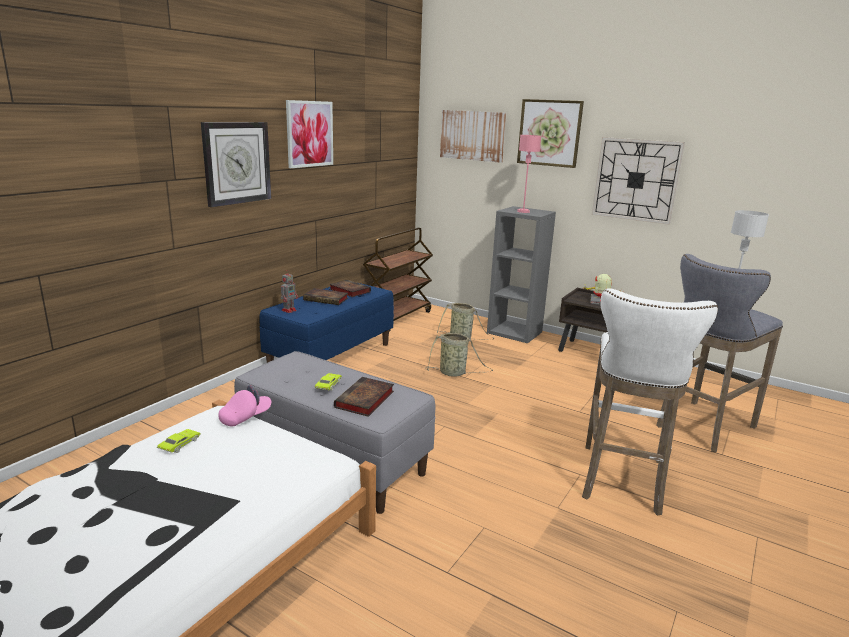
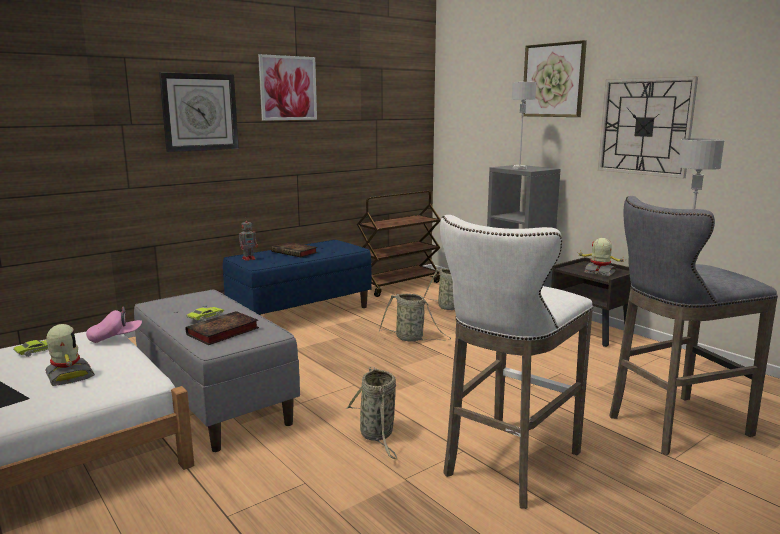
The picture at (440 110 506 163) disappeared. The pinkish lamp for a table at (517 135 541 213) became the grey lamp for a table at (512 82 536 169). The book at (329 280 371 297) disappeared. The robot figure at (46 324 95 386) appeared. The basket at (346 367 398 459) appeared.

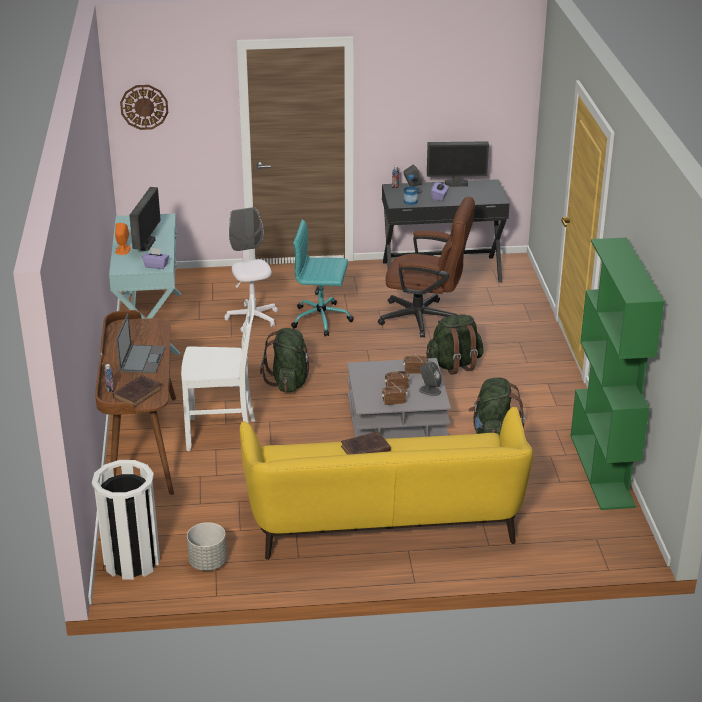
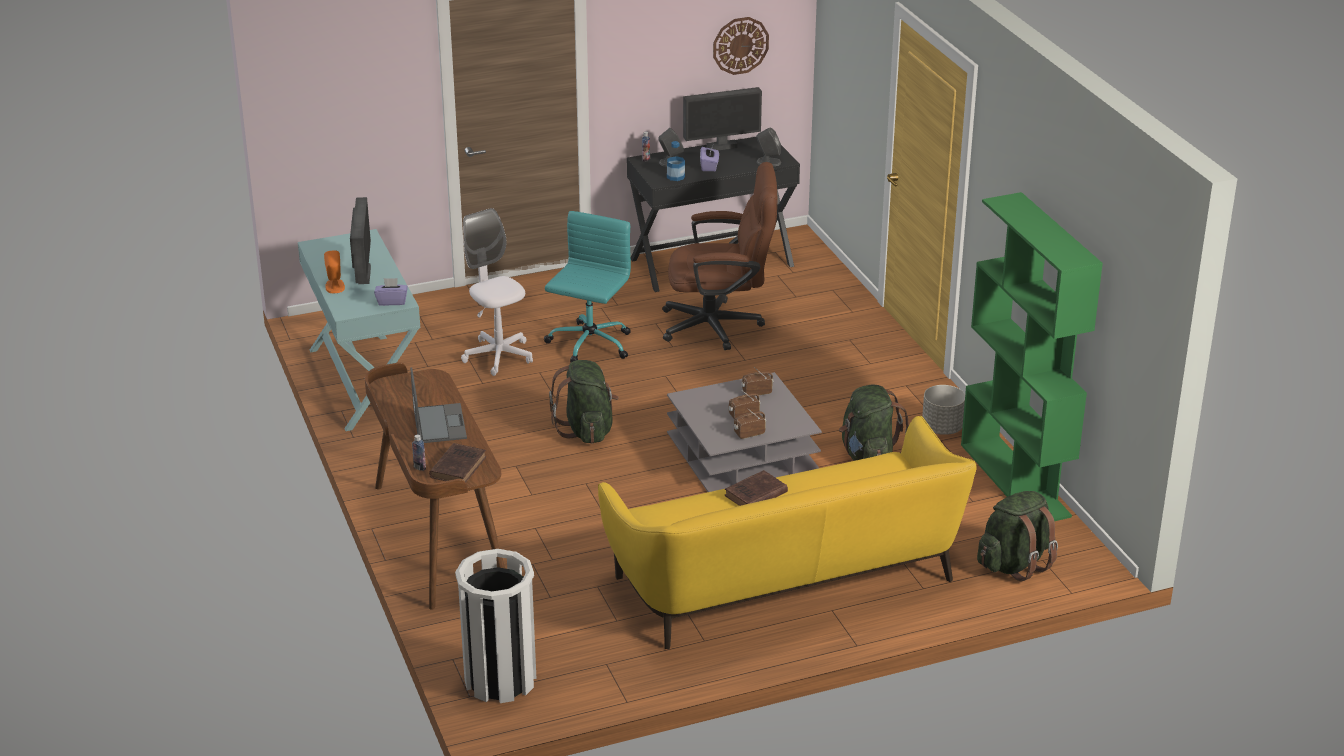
The wall clock moved from (120 85 168 130) to (713 17 769 75). The turquoise-coloured desk chair at (291 220 354 336) turned 120 degrees clockwise. The whitish chair at (181 294 255 451) disappeared. The green-coloured backpack moved from (426 315 484 375) to (977 491 1058 581). The grey audio speaker moved from (419 362 442 396) to (756 127 781 166). The grey plant pot moved from (187 522 227 571) to (922 385 965 435).

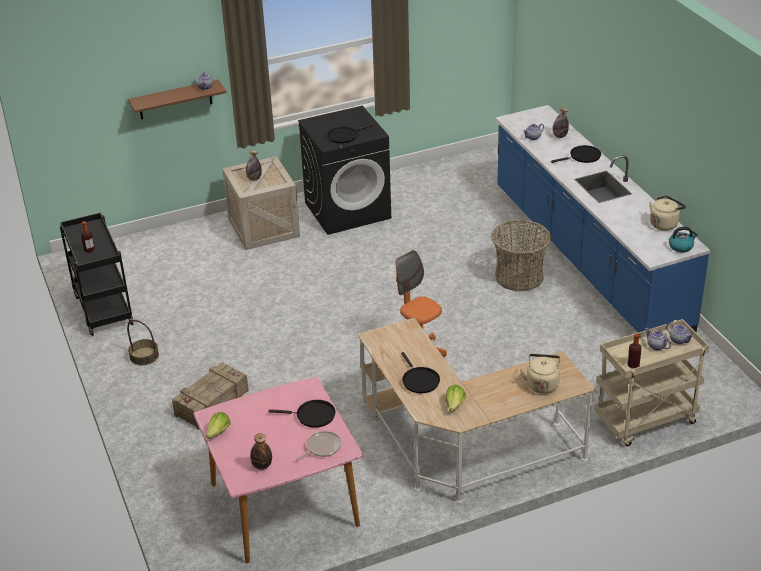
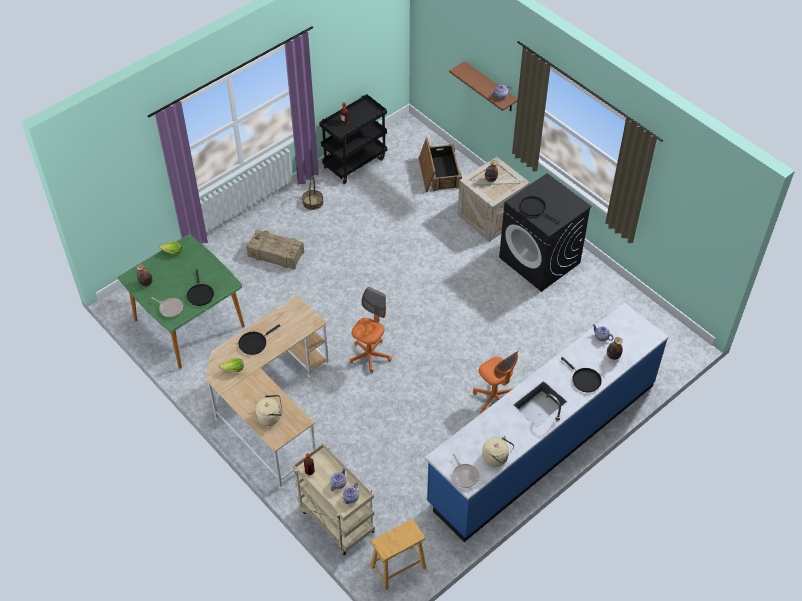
The basket at (491 220 551 291) was replaced by the orange desk chair at (473 351 519 413). The water kettle at (669 227 698 253) was replaced by the skillet at (452 454 479 488). The pinkish dining table at (193 377 363 564) became the green-coloured dining table at (117 234 245 369). The packing crate at (418 138 462 193) appeared. The brownish sitting stool at (371 519 426 590) appeared.

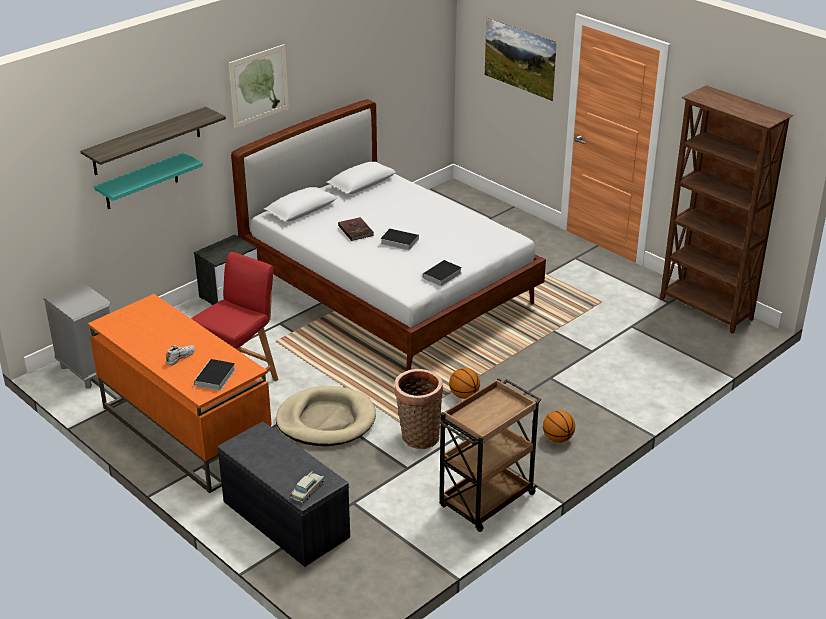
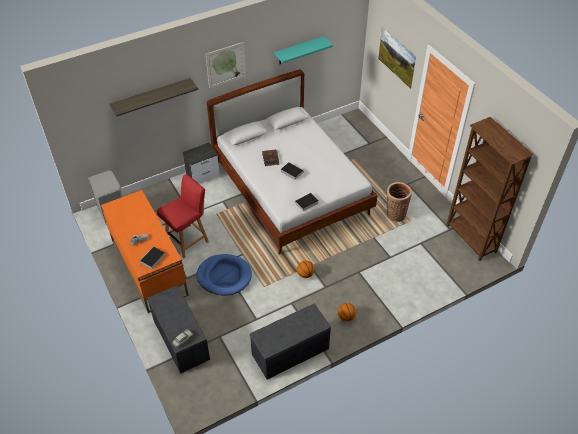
The turquoise-coloured wall shelf moved from (94 152 203 209) to (274 36 333 64). The basket moved from (395 369 443 449) to (387 182 412 222). The brownish wheeled cart at (438 378 541 532) was replaced by the grey bench at (250 304 331 380). The beige dog cushion at (276 386 376 446) became the blue-coloured dog cushion at (196 254 252 295).

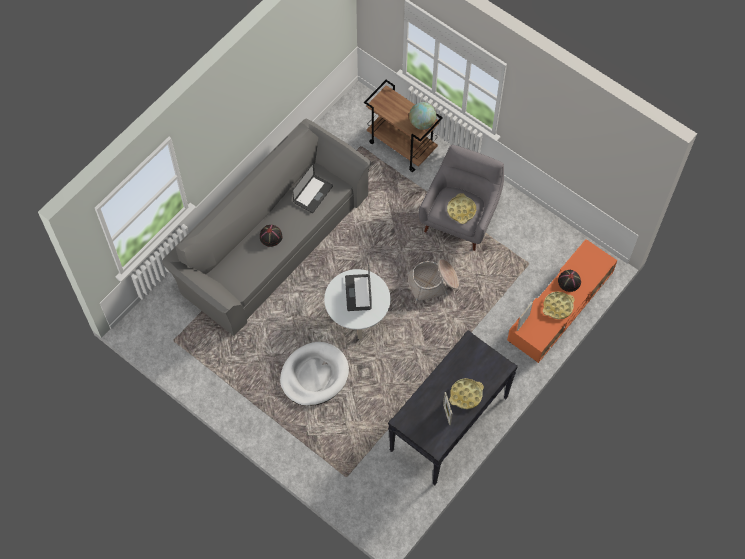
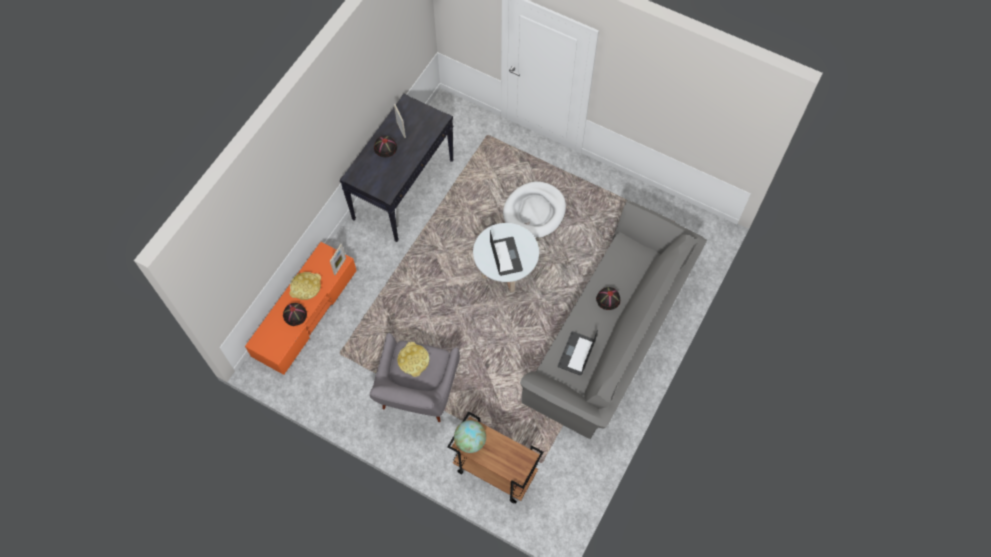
The basket at (406 259 459 304) disappeared. The yellow serving tray at (449 378 484 409) was replaced by the black-coloured clothing hat at (374 136 397 157).

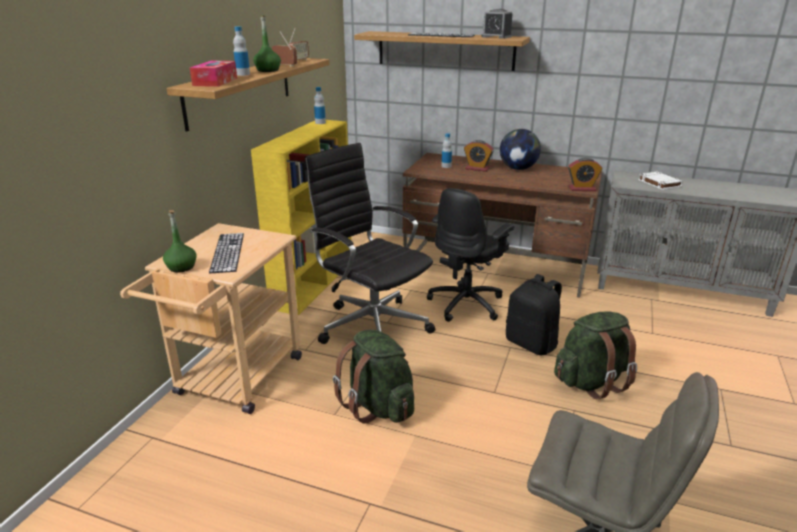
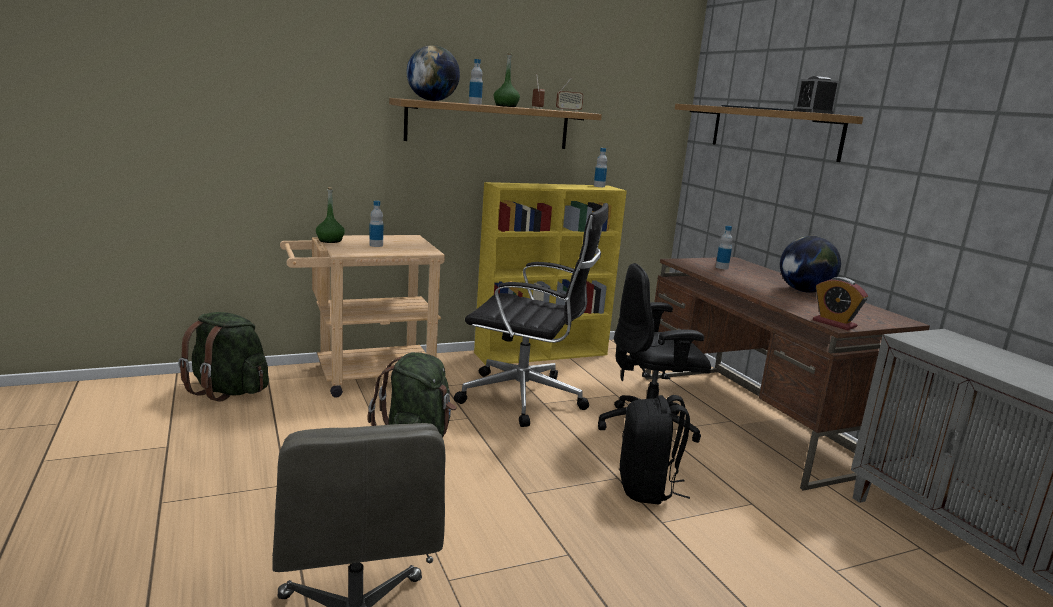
The box of tissues at (190 61 237 87) was replaced by the globe at (407 45 460 101). The table clock at (464 140 494 172) disappeared. The black-coloured desk chair at (305 143 435 344) turned 105 degrees clockwise. The whitish book at (638 171 683 190) disappeared. The computer keyboard at (209 233 244 273) was replaced by the beverage bottle at (369 201 383 247). The green-coloured backpack moved from (554 311 637 399) to (178 312 269 402).

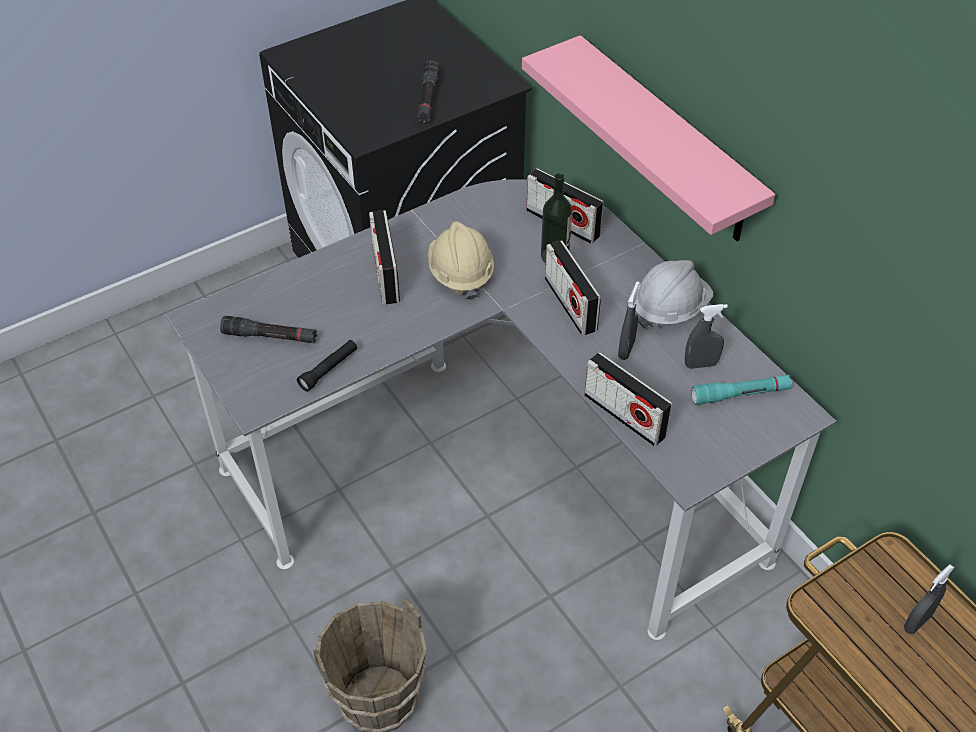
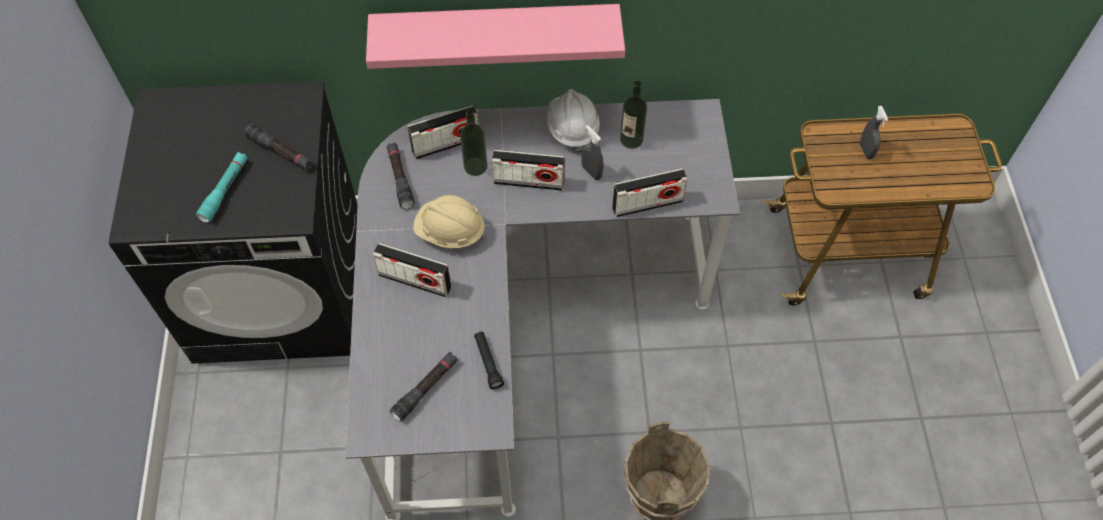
The grey hand sprayer at (685 304 728 369) was replaced by the beverage bottle at (620 81 647 149). The turquoise-coloured flashlight moved from (691 375 792 405) to (196 152 248 223). The black-coloured flashlight at (387 143 415 209) appeared.

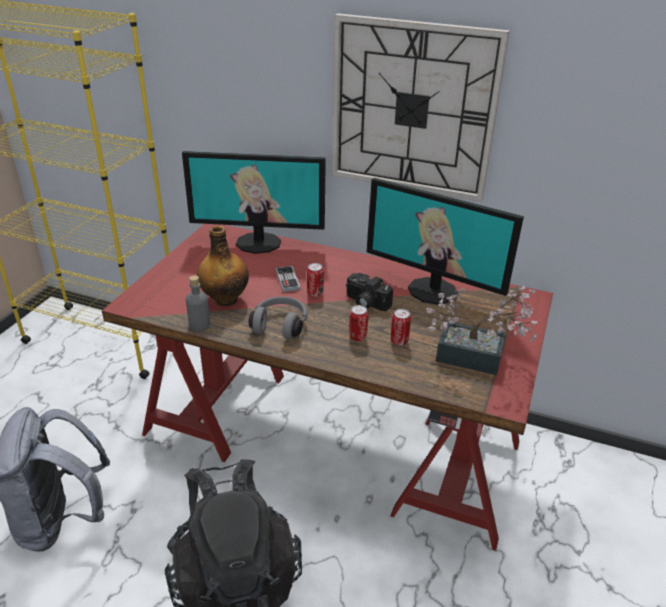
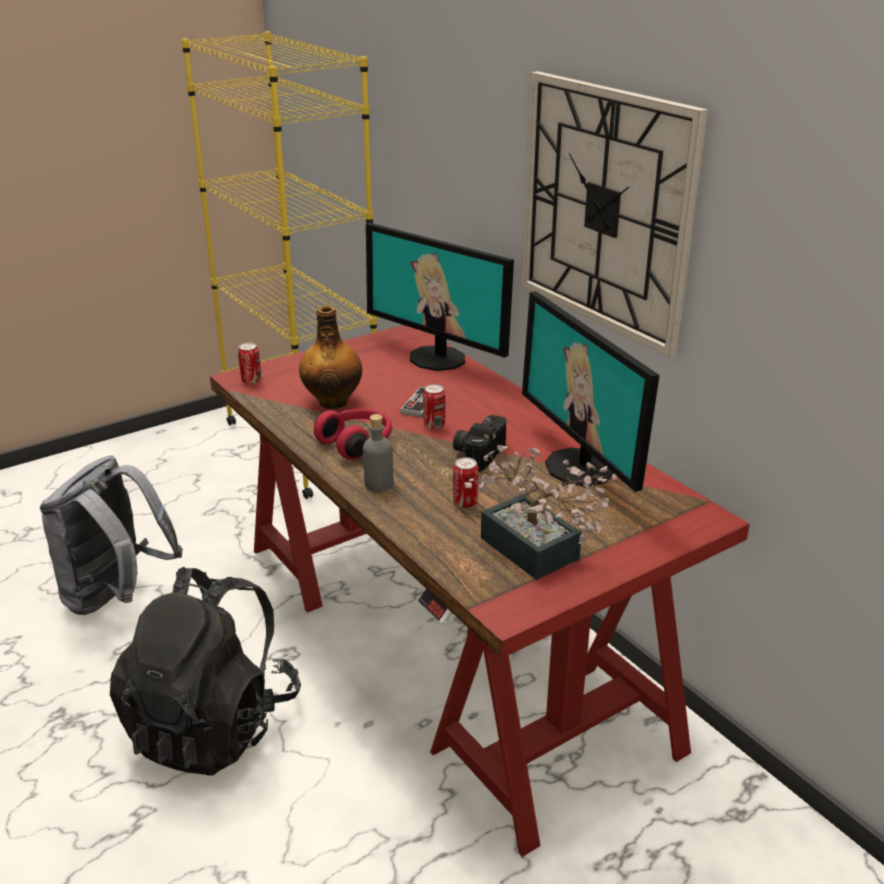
The still camera at (346 273 393 311) turned 45 degrees clockwise. The grey beverage bottle moved from (186 275 211 331) to (363 414 393 492). The grey headset at (249 296 308 340) became the red-coloured headset at (314 409 392 460). The can moved from (349 305 368 341) to (238 343 261 384).

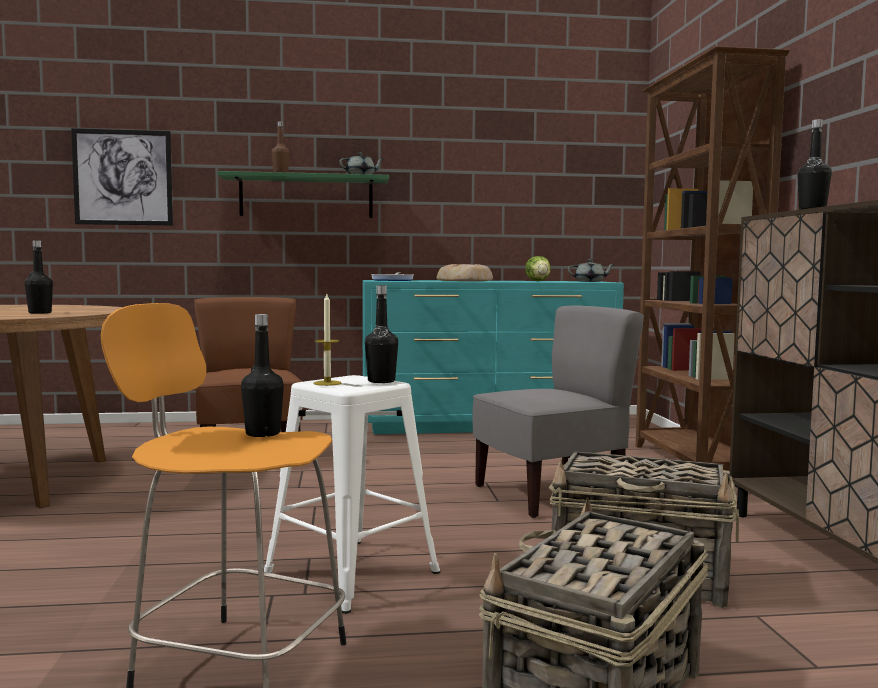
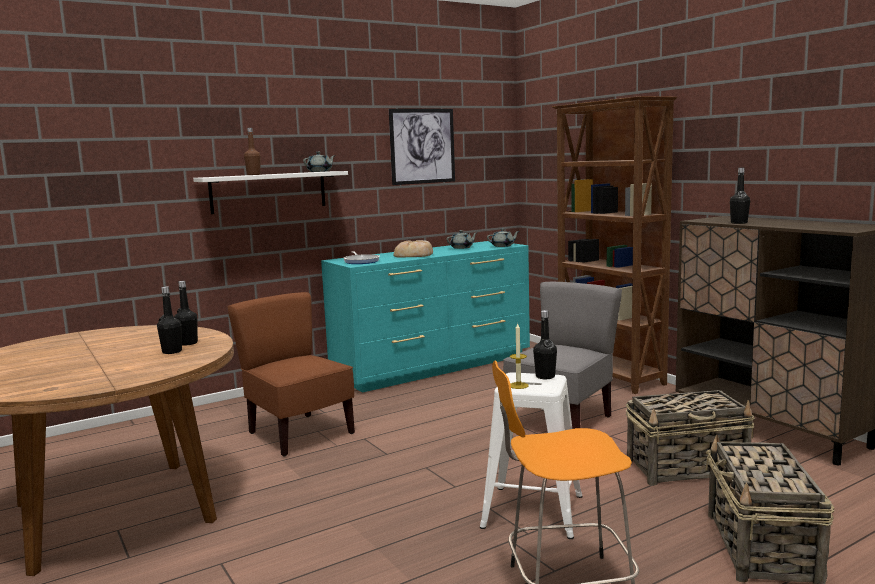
The picture moved from (71 128 173 226) to (389 109 455 185). The green-coloured wall shelf at (218 171 389 218) became the whitish wall shelf at (193 171 348 214). The lettuce at (525 256 551 281) was replaced by the grey pot for tea at (446 230 478 249). The black-coloured beverage bottle moved from (241 314 284 437) to (174 281 198 346).

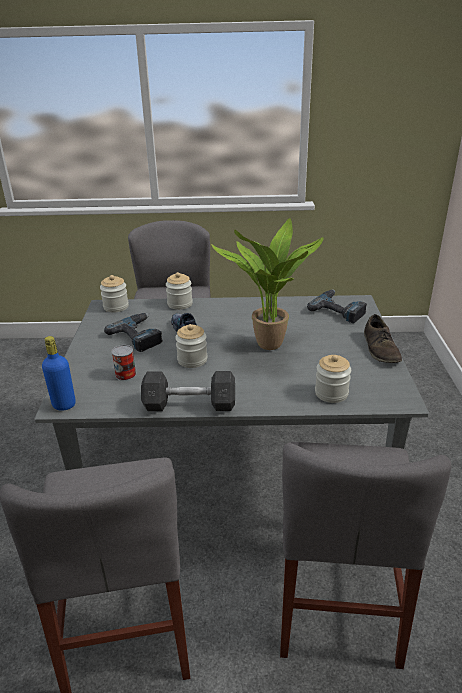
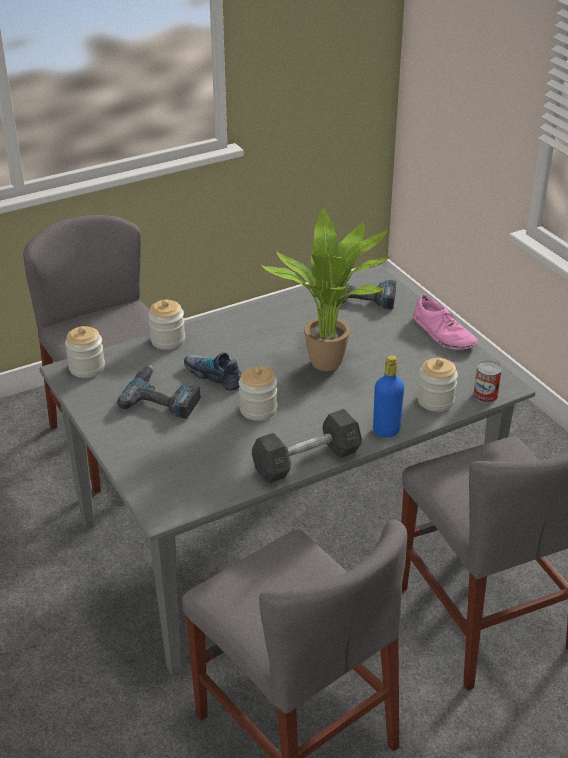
The brownish shoe at (364 314 402 363) became the pinkish shoe at (413 295 478 350). The blue-coloured beverage bottle moved from (42 336 76 411) to (373 355 404 438). The can moved from (111 345 136 381) to (473 360 502 403).

